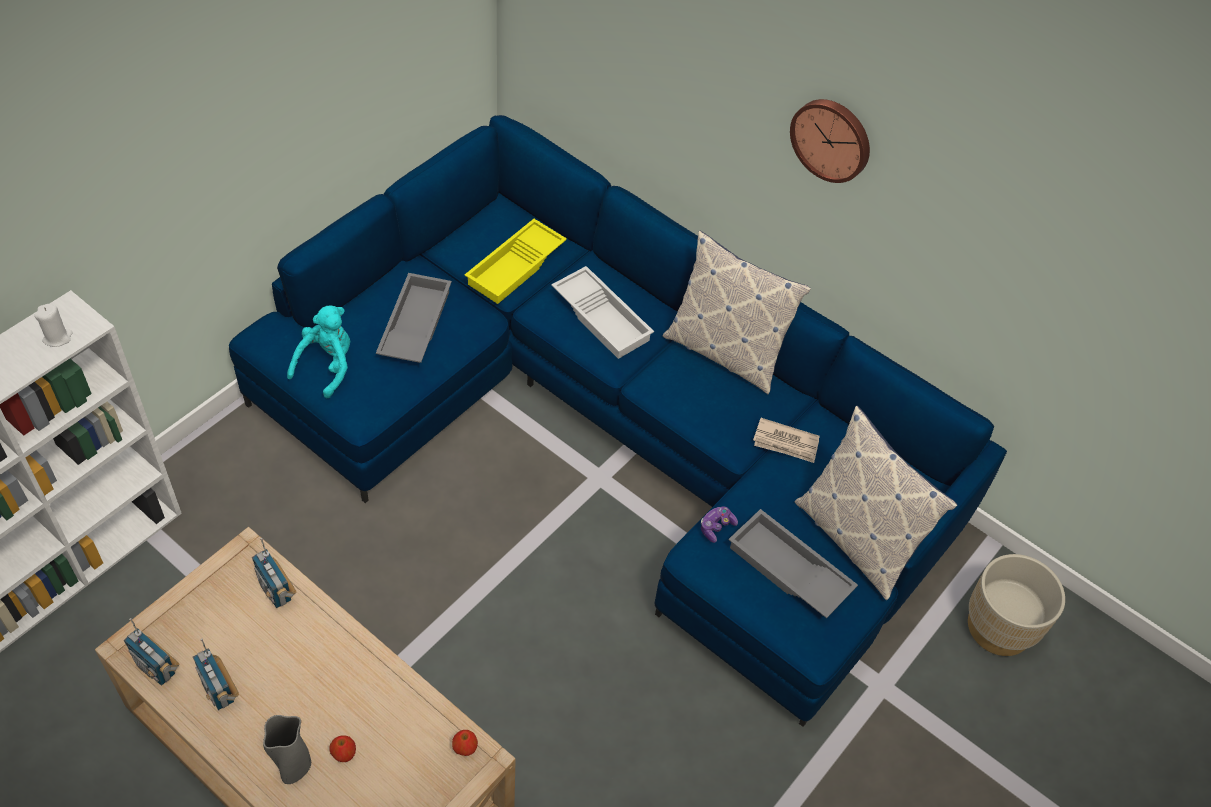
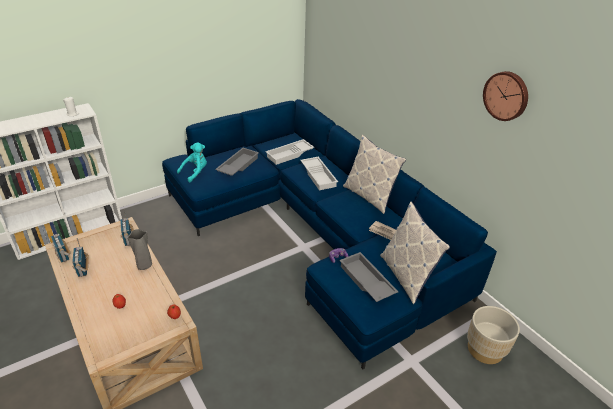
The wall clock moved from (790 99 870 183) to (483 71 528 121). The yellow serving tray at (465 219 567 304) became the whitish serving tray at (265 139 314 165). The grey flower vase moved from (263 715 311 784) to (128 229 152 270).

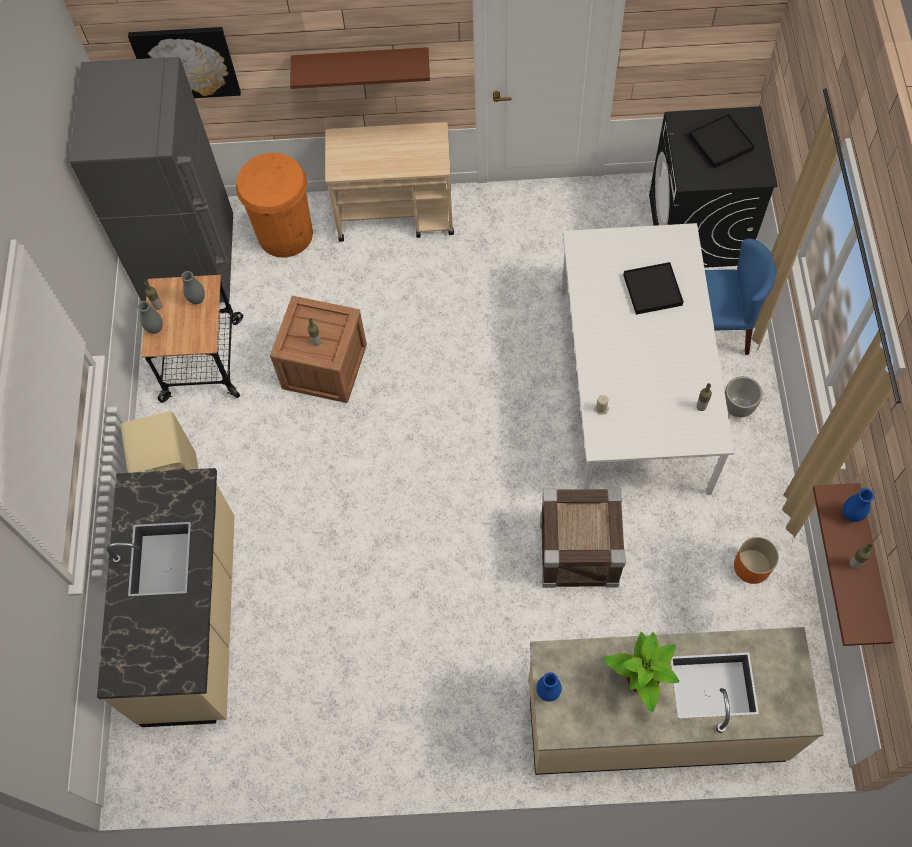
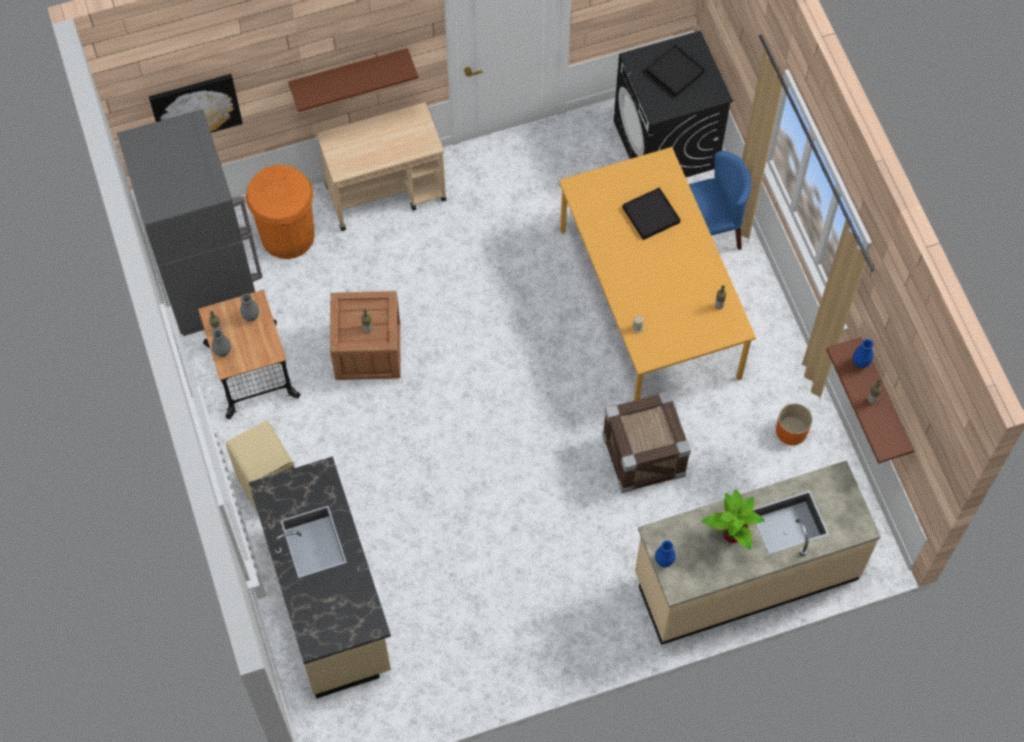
The whitish dining table at (561 223 735 495) became the orange dining table at (559 147 756 401). The plant pot at (725 376 762 417) disappeared.

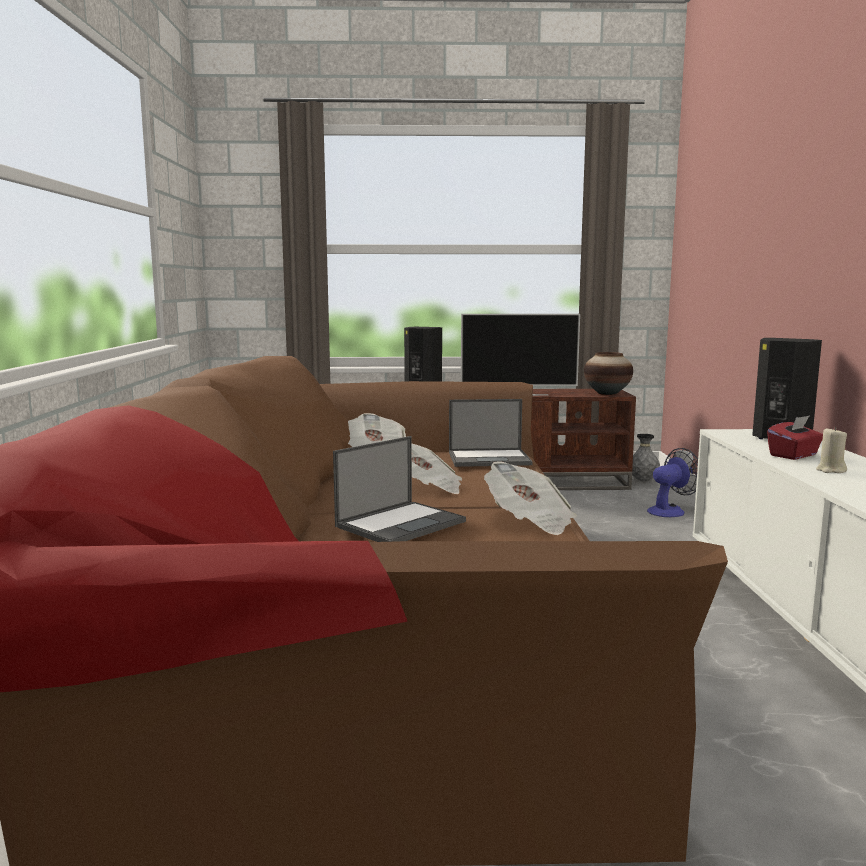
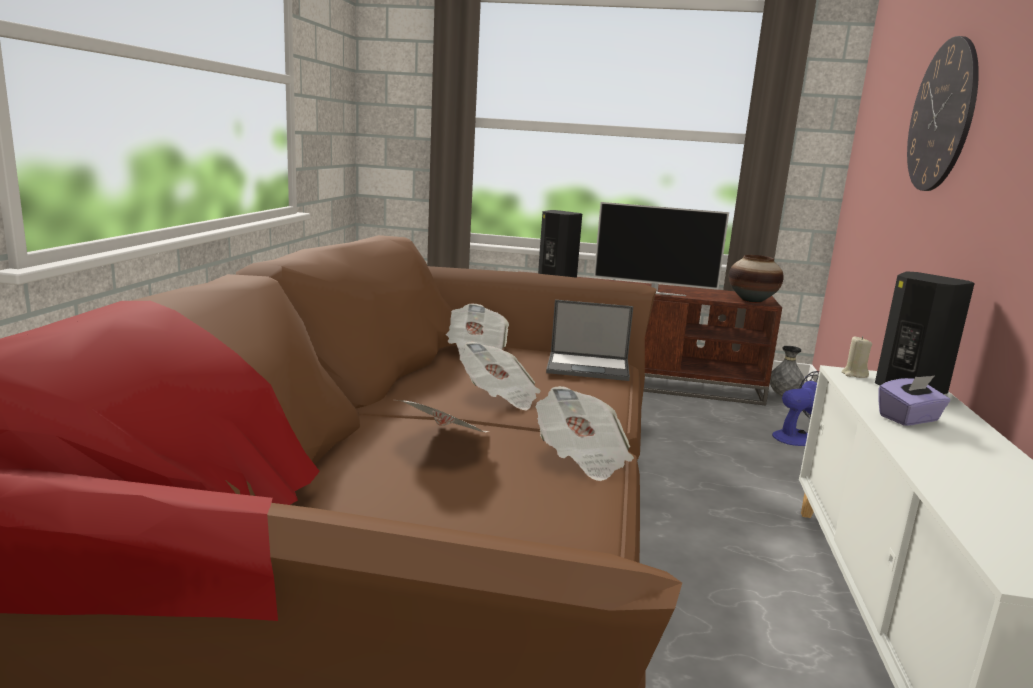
The red-coloured box of tissues at (767 416 823 460) became the purple box of tissues at (879 375 950 426). The beige wax light moved from (816 427 847 473) to (841 336 872 378). The laptop at (333 436 466 542) was replaced by the newspaper at (398 400 489 432). The wall clock at (907 36 979 191) appeared.

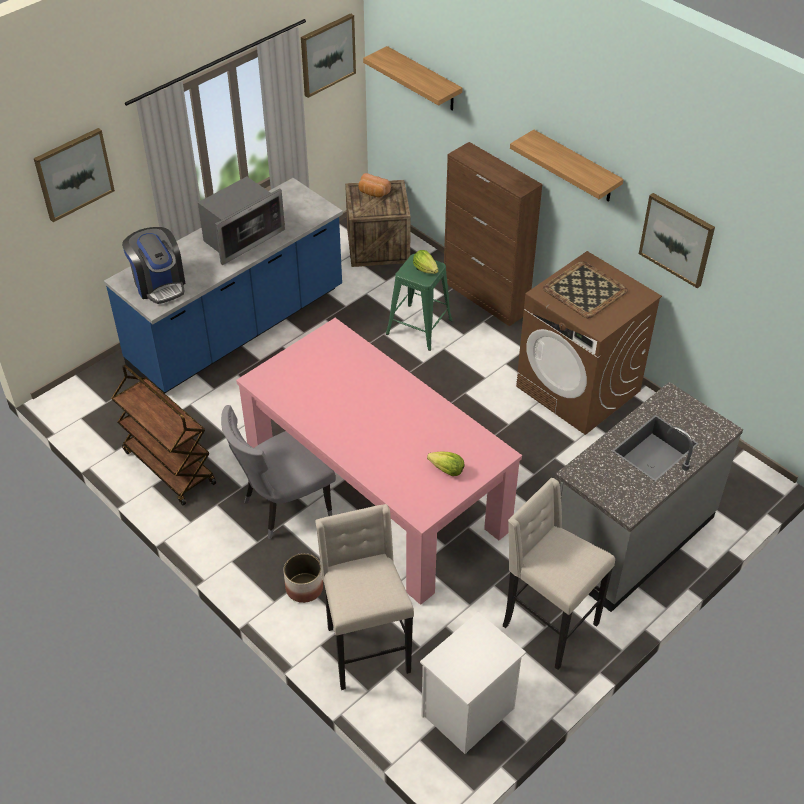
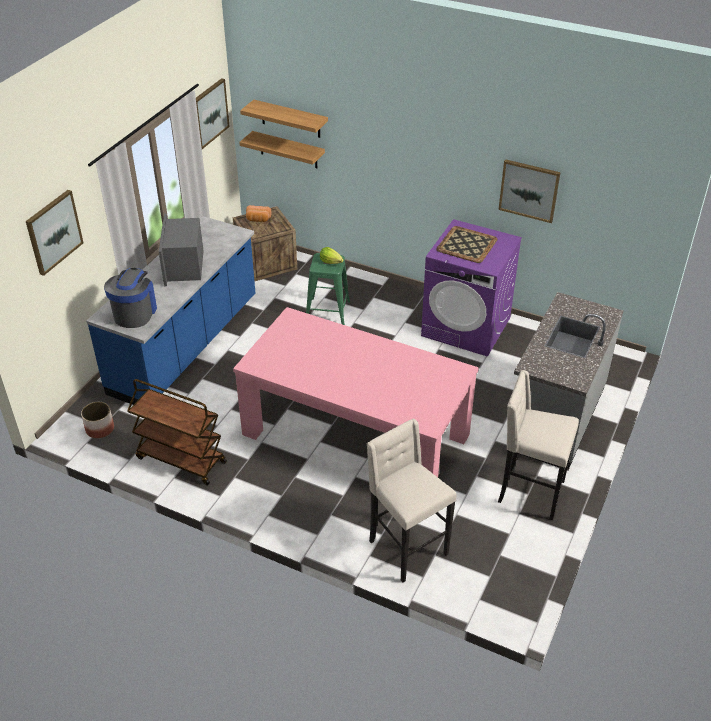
The wall shelf moved from (510 130 624 202) to (239 131 325 168). The brownish cupboard at (444 142 543 326) disappeared. The microwave at (198 177 285 265) turned 150 degrees clockwise. The coffee maker at (122 227 185 304) turned 120 degrees counterclockwise. The brownish laundry appliance at (516 251 662 435) became the purple laundry appliance at (421 219 522 357). The grey chair at (221 405 336 539) disappeared. The lettuce at (427 452 464 476) disappeared. The plant pot moved from (284 553 323 603) to (81 402 114 438). The whitish bedside table at (420 612 526 754) disappeared.

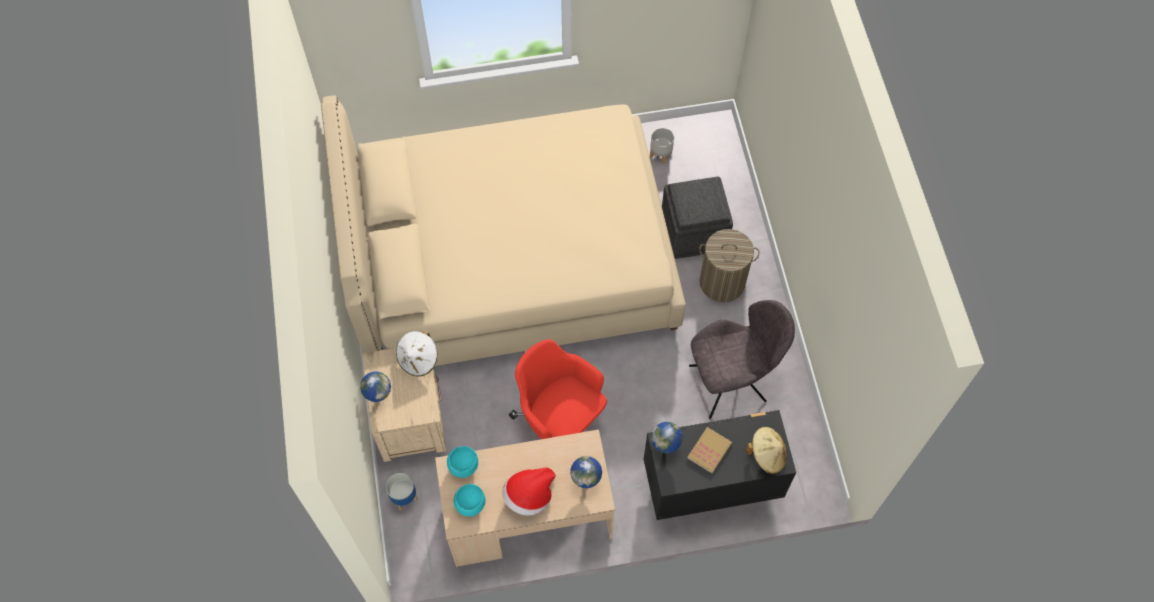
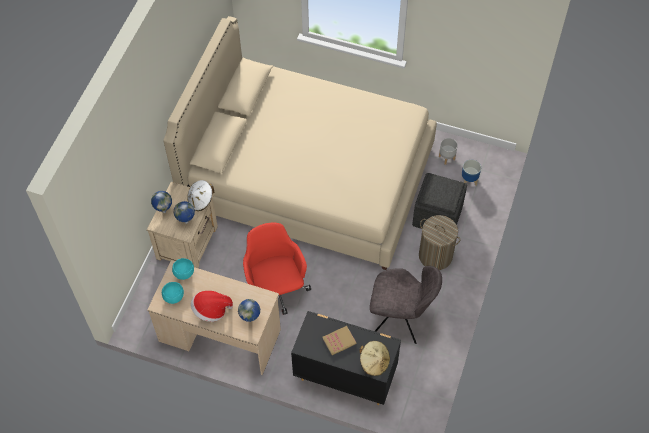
The globe moved from (651 422 683 453) to (174 201 195 224). The plant pot moved from (386 473 418 511) to (462 160 481 186).

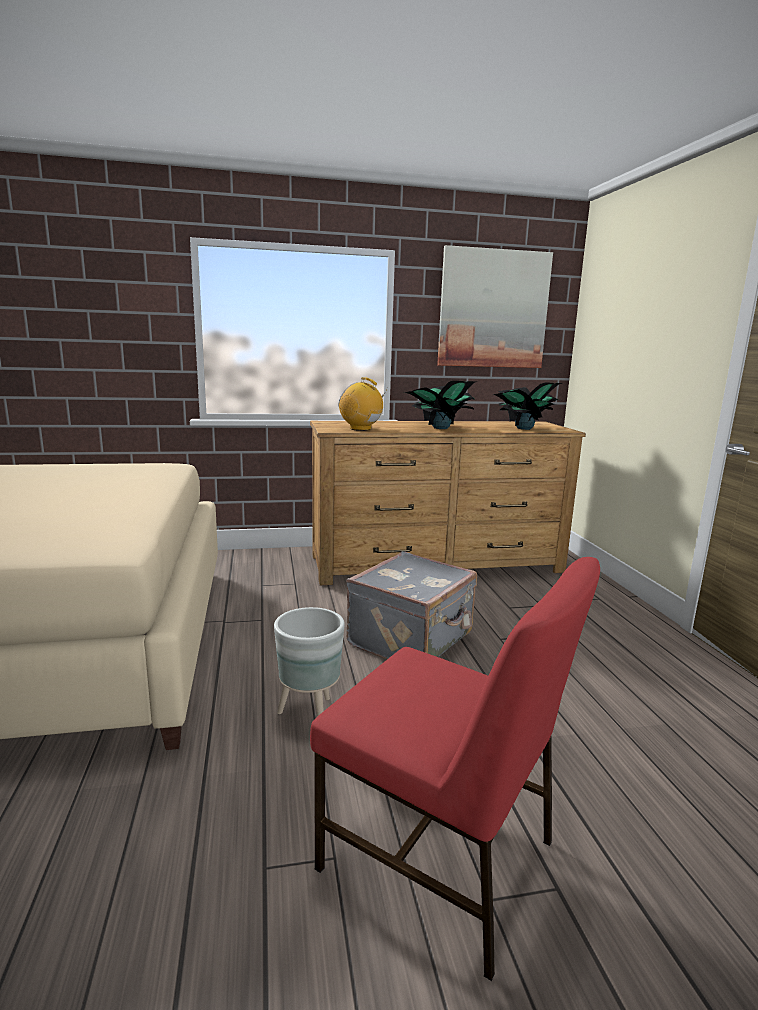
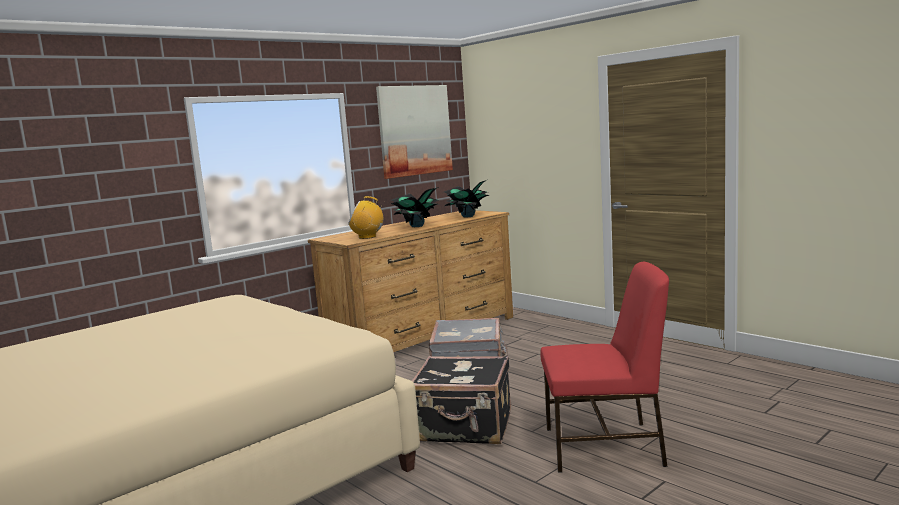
The grey plant pot at (274 607 345 717) was replaced by the black-coloured travel case at (412 356 511 444).

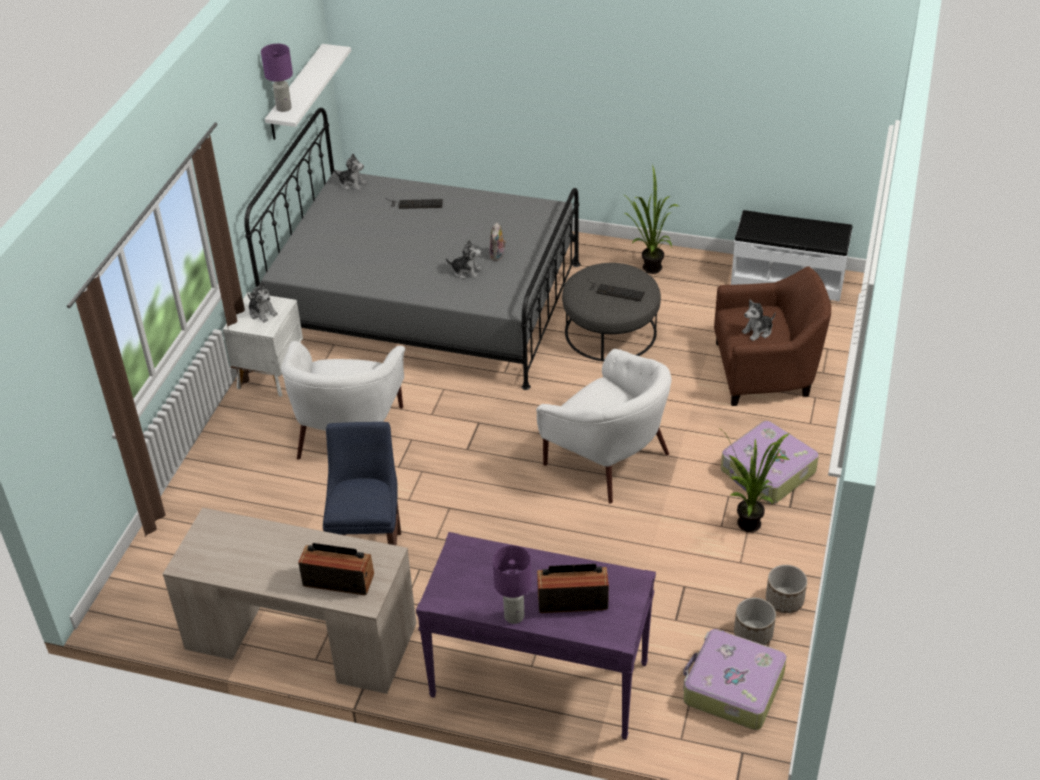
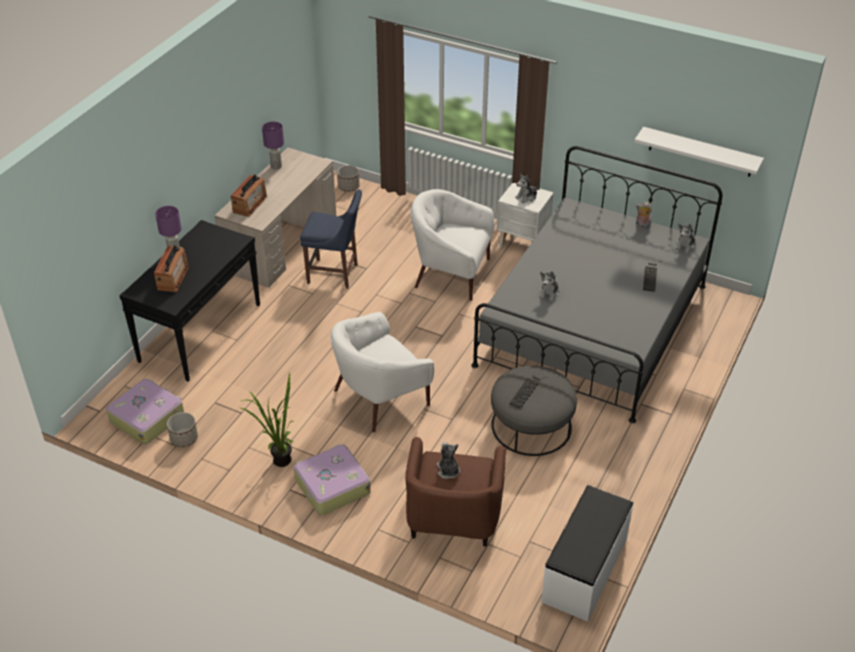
The purple lamp for a table moved from (261 44 293 112) to (262 122 284 170). The plant in a pot at (624 165 679 274) disappeared. The soft toy moved from (490 222 506 261) to (636 202 652 229). The purple console table at (416 532 656 740) became the black-coloured console table at (119 220 260 382). The plant pot moved from (766 565 807 613) to (337 165 360 192).

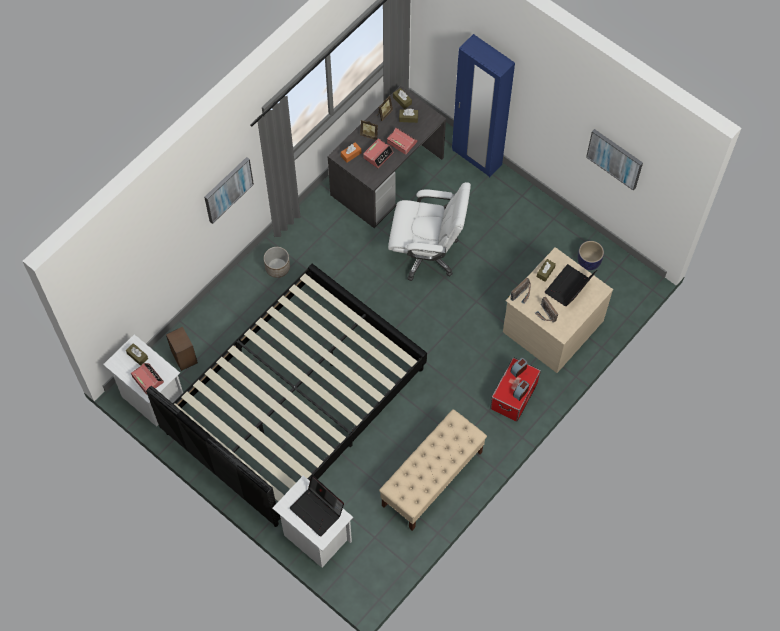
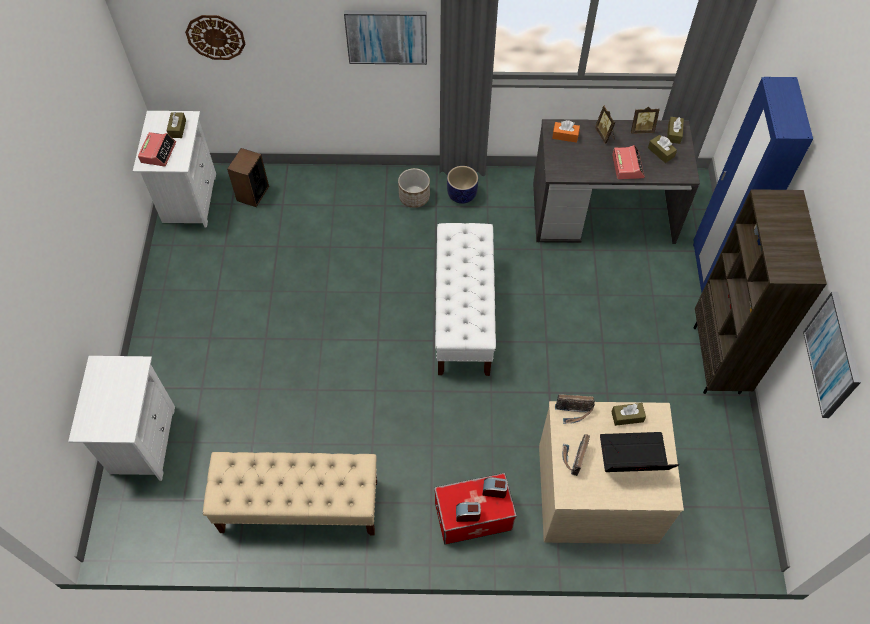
The table clock at (363 138 394 168) disappeared. The whitish desk chair at (388 182 471 281) disappeared. The plant pot moved from (578 241 604 270) to (447 166 478 204). The black-coloured bedroom bed at (146 264 427 527) disappeared. The laptop at (290 475 344 537) disappeared. The wall clock at (185 15 245 60) appeared. The brownish bookshelf at (693 189 827 394) appeared. The whitish bench at (435 223 496 376) appeared.

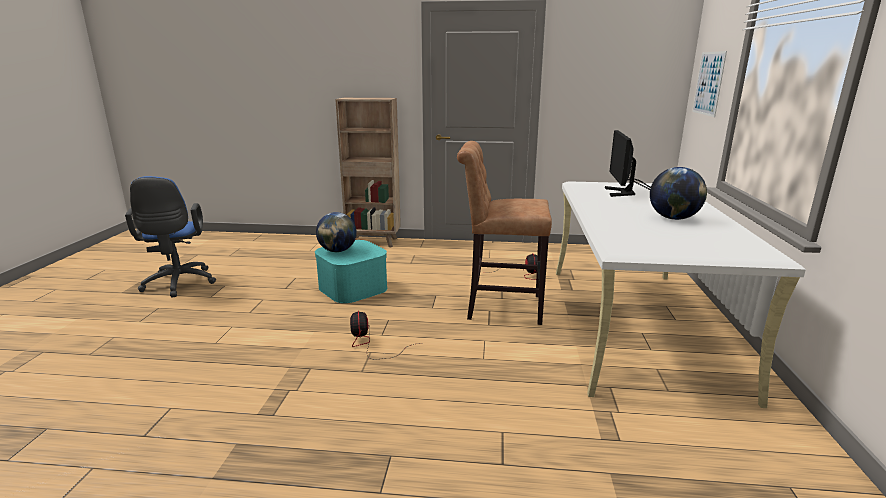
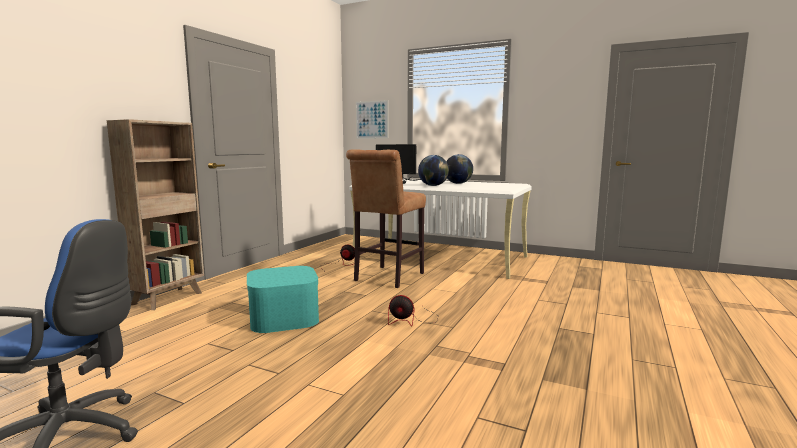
The globe moved from (316 212 357 252) to (418 155 449 186).

